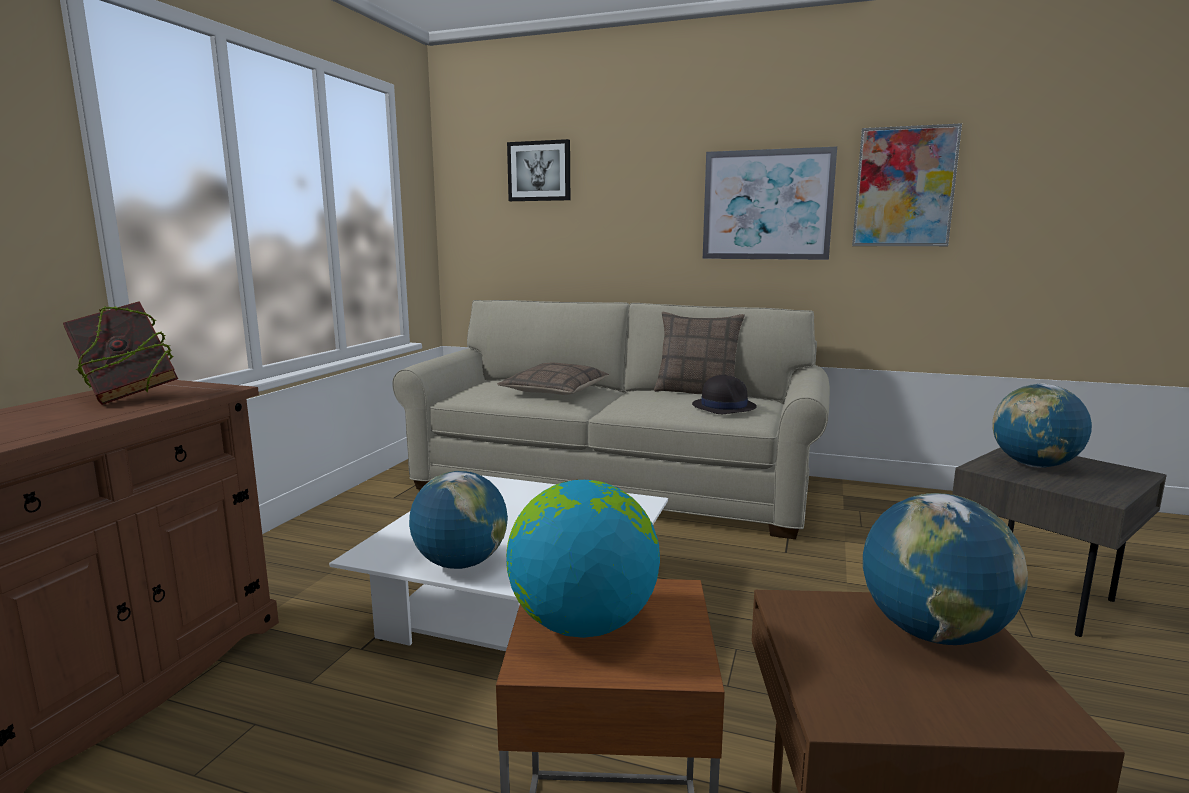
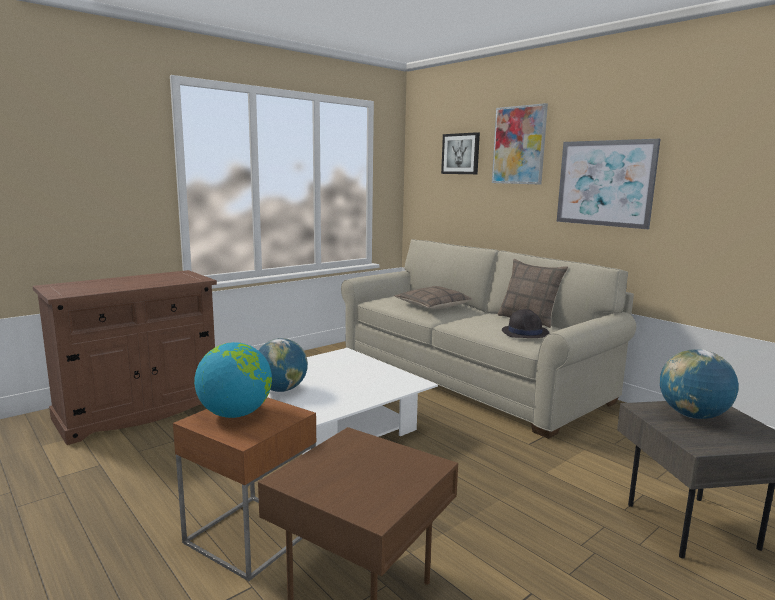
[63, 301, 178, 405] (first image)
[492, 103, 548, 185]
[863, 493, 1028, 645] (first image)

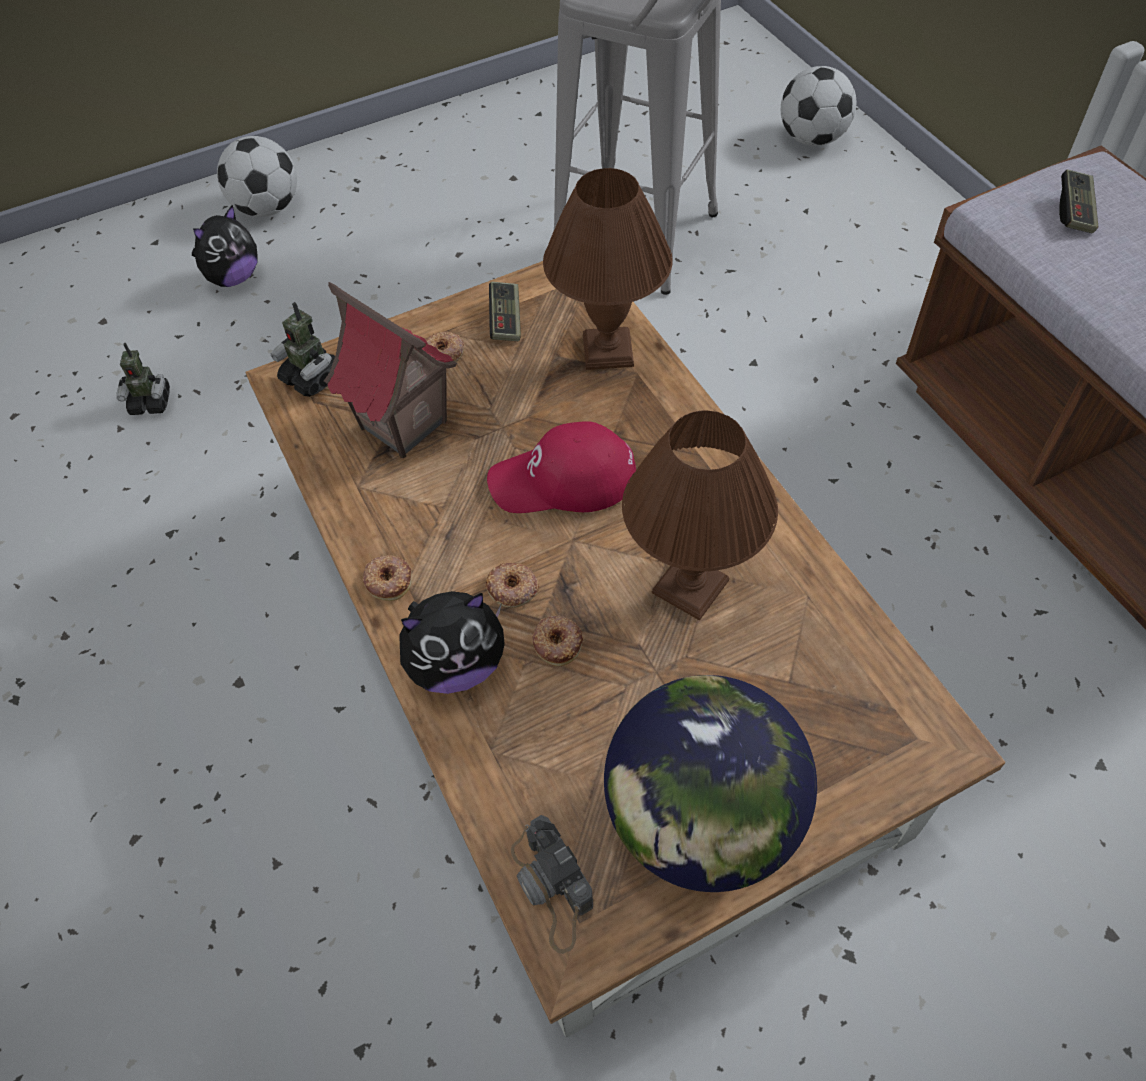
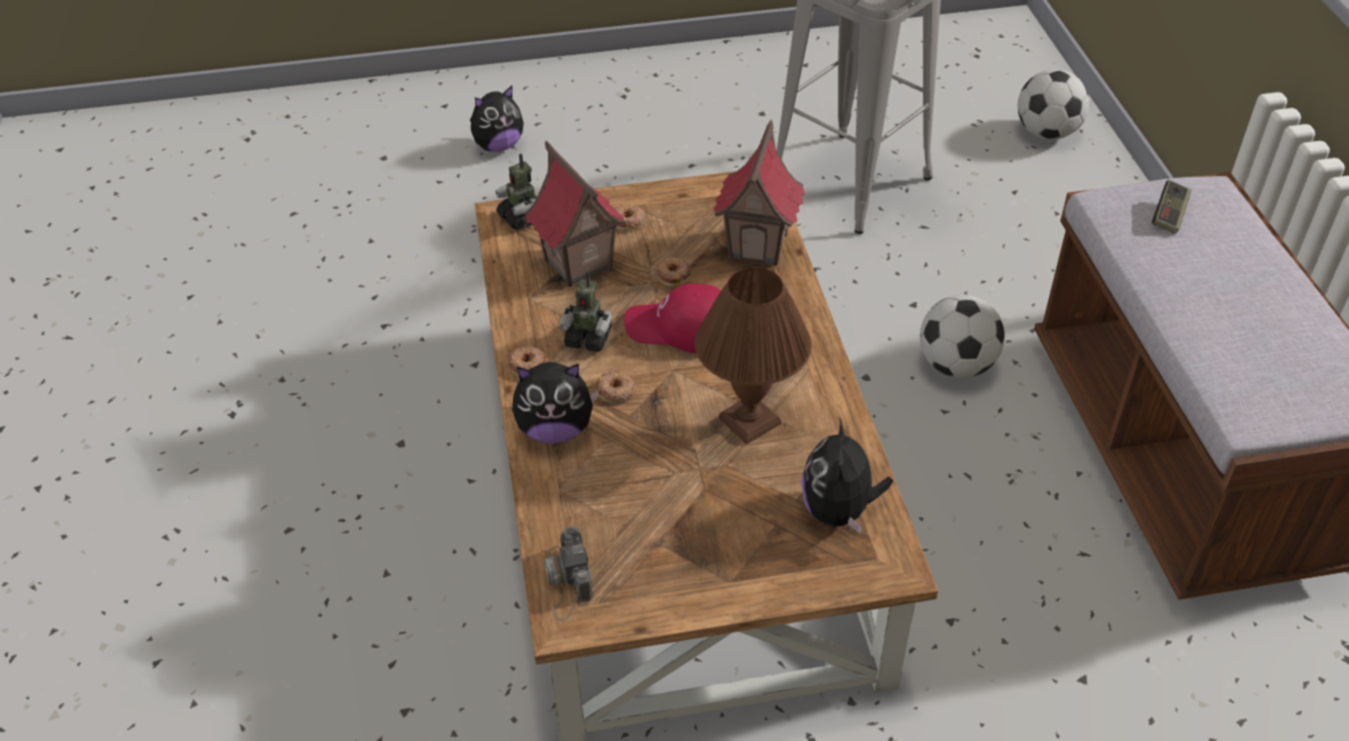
[559, 271, 612, 352]
[920, 295, 1005, 378]
[489, 282, 521, 341] (first image)
[657, 257, 692, 287]
[714, 120, 805, 266]
[604, 675, 817, 892] (first image)
[801, 417, 893, 533]

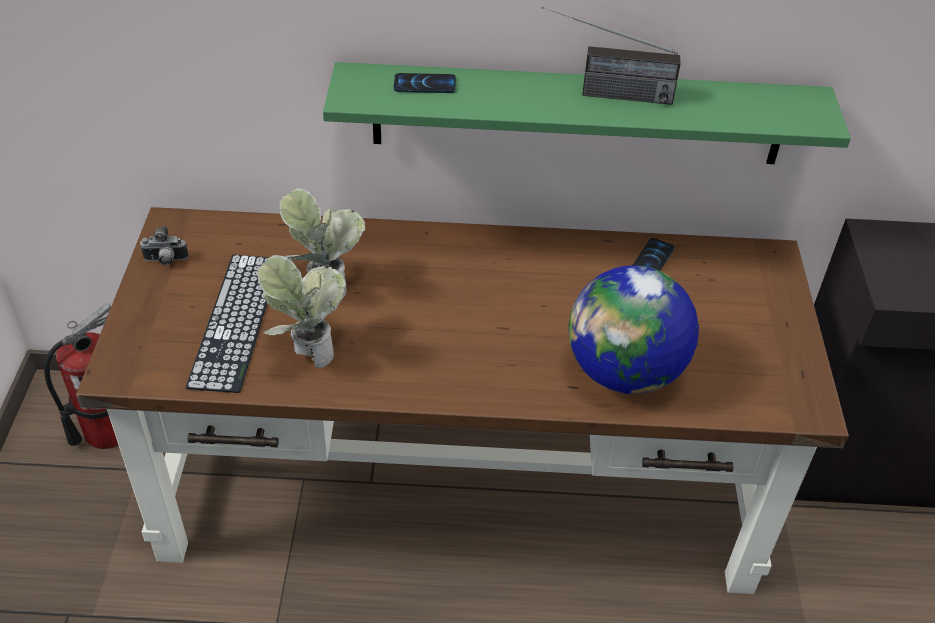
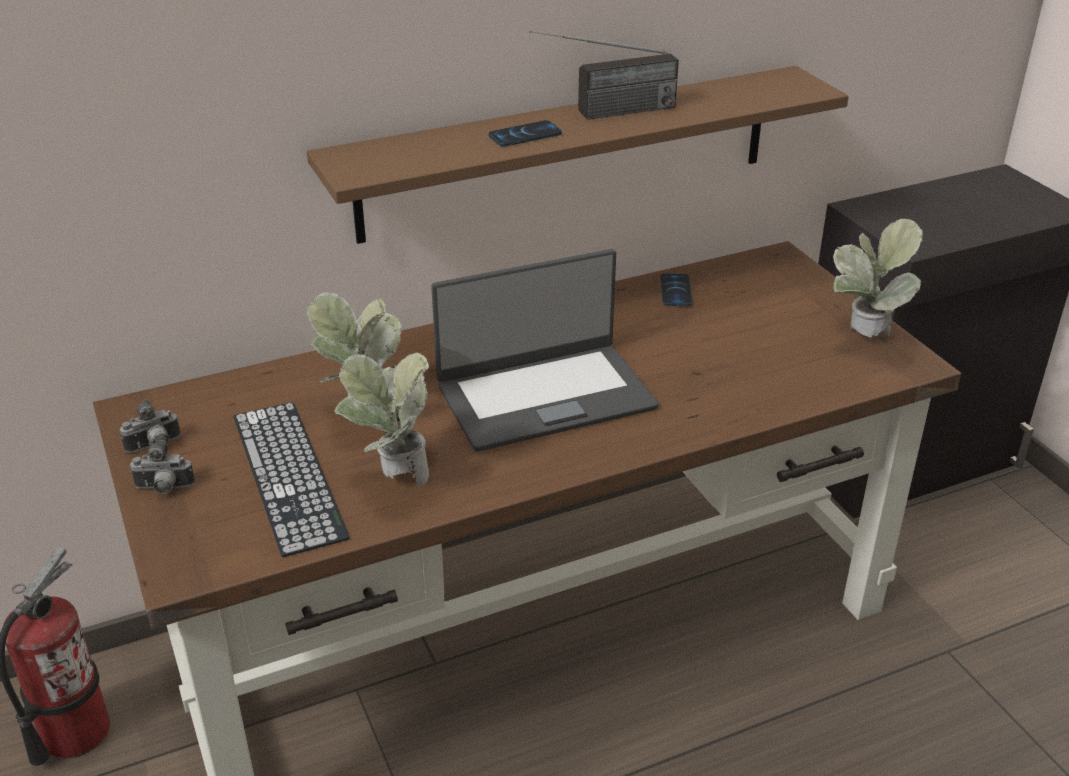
[307, 66, 849, 244]
[488, 120, 562, 147]
[569, 265, 699, 394] (first image)
[130, 440, 195, 494]
[431, 249, 658, 452]
[833, 218, 923, 337]

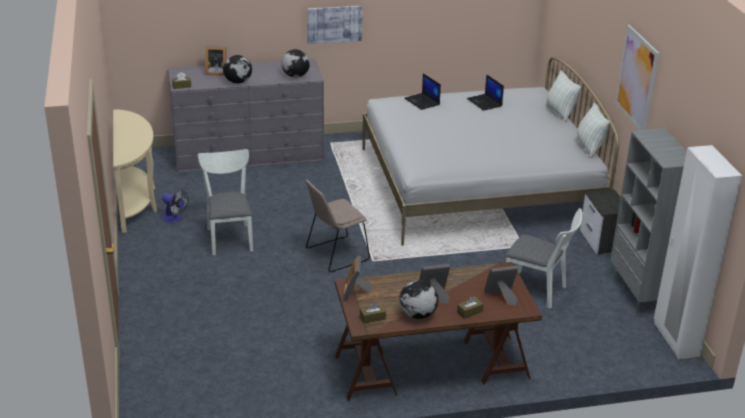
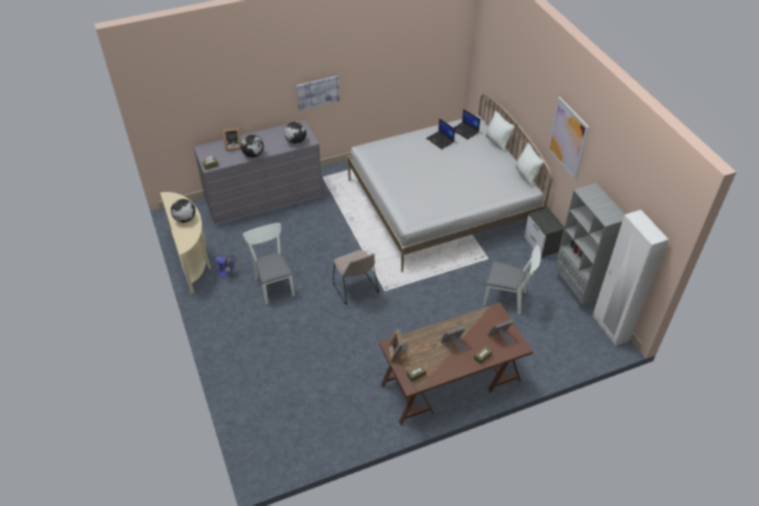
[333, 250, 379, 305]
[171, 199, 195, 223]
[454, 109, 480, 140]

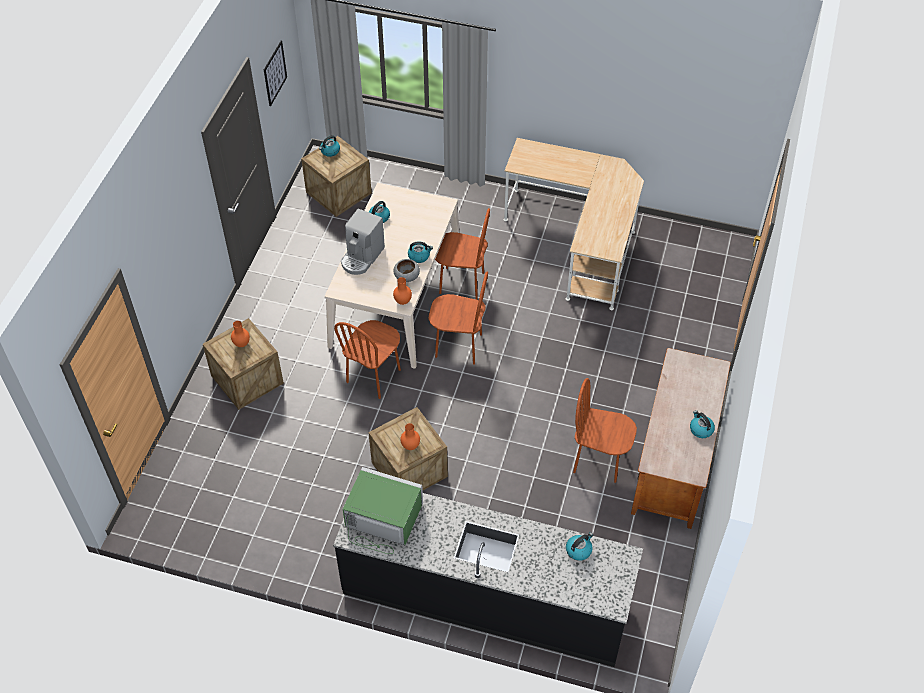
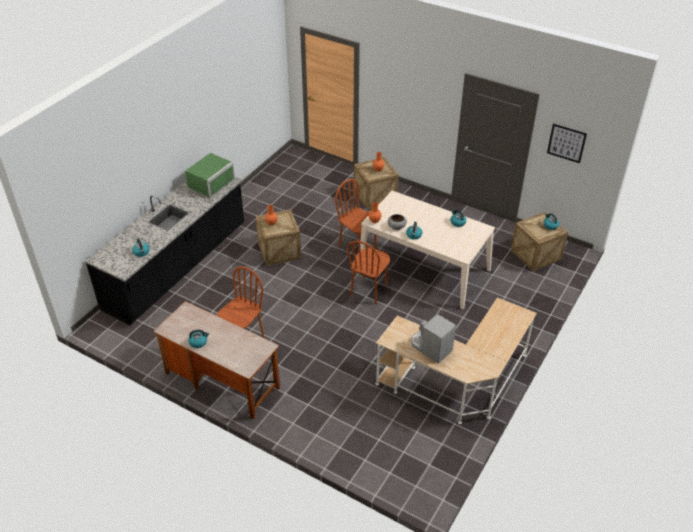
[411, 315, 456, 364]
[435, 208, 490, 300] (first image)

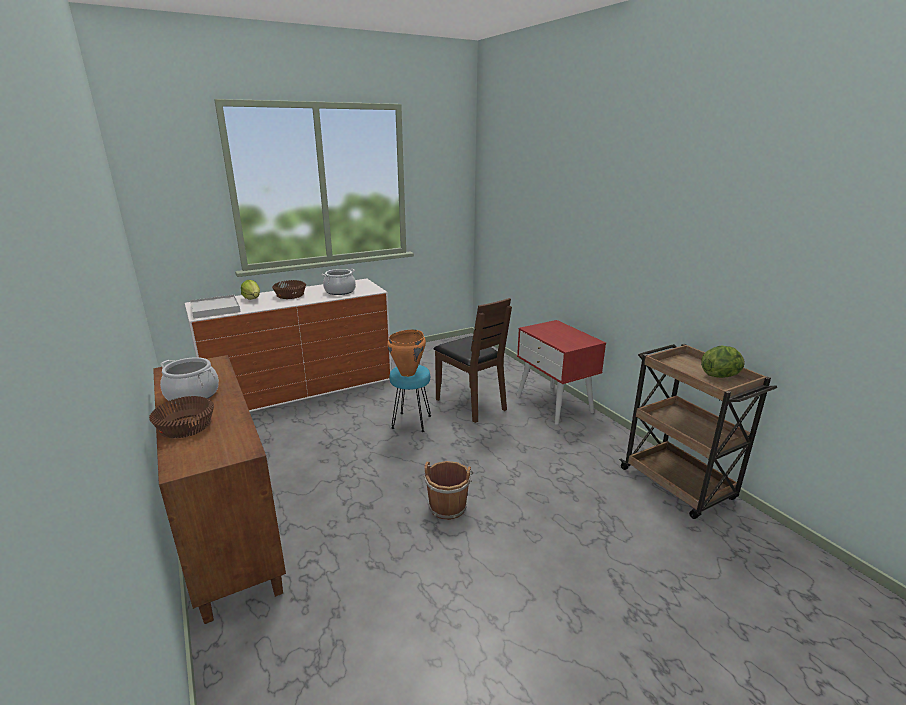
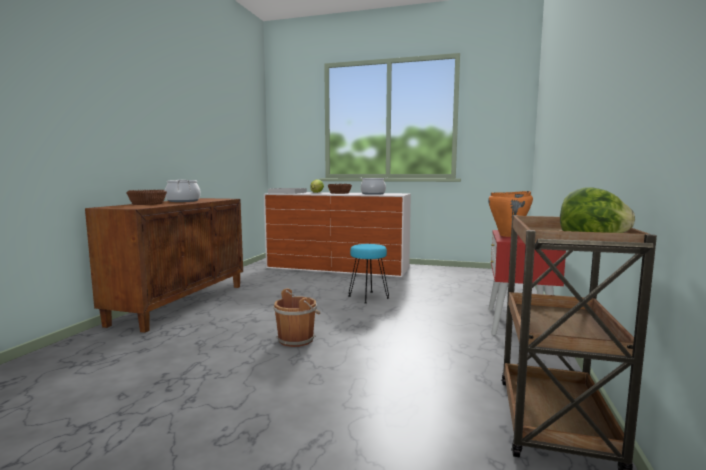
[488, 191, 533, 237]
[434, 298, 512, 423] (first image)

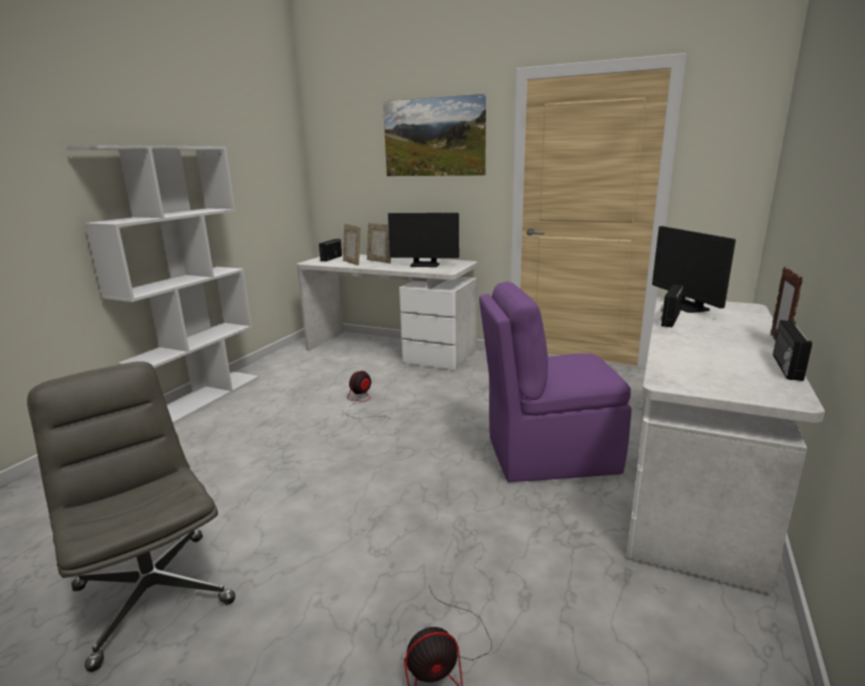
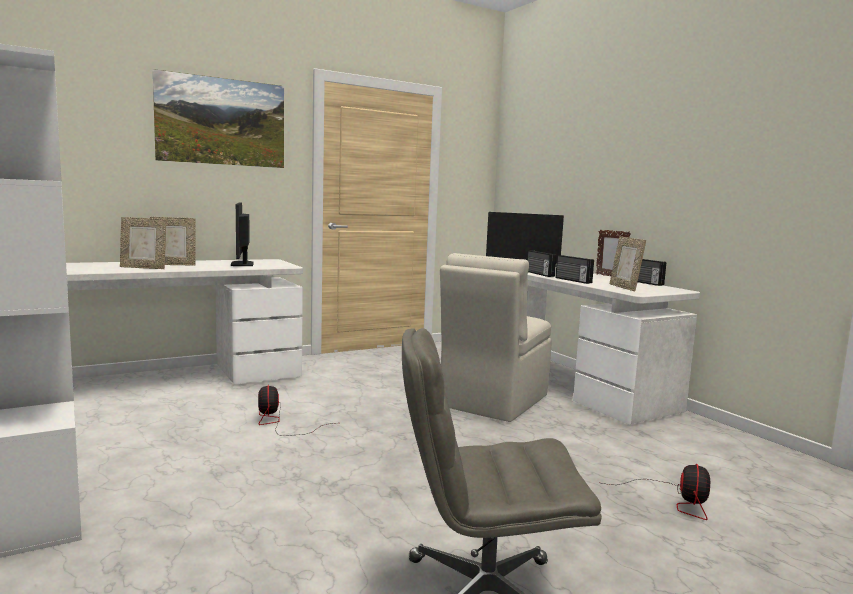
[555, 255, 594, 284]
[231, 202, 254, 266]
[440, 253, 552, 422]
[610, 236, 646, 291]

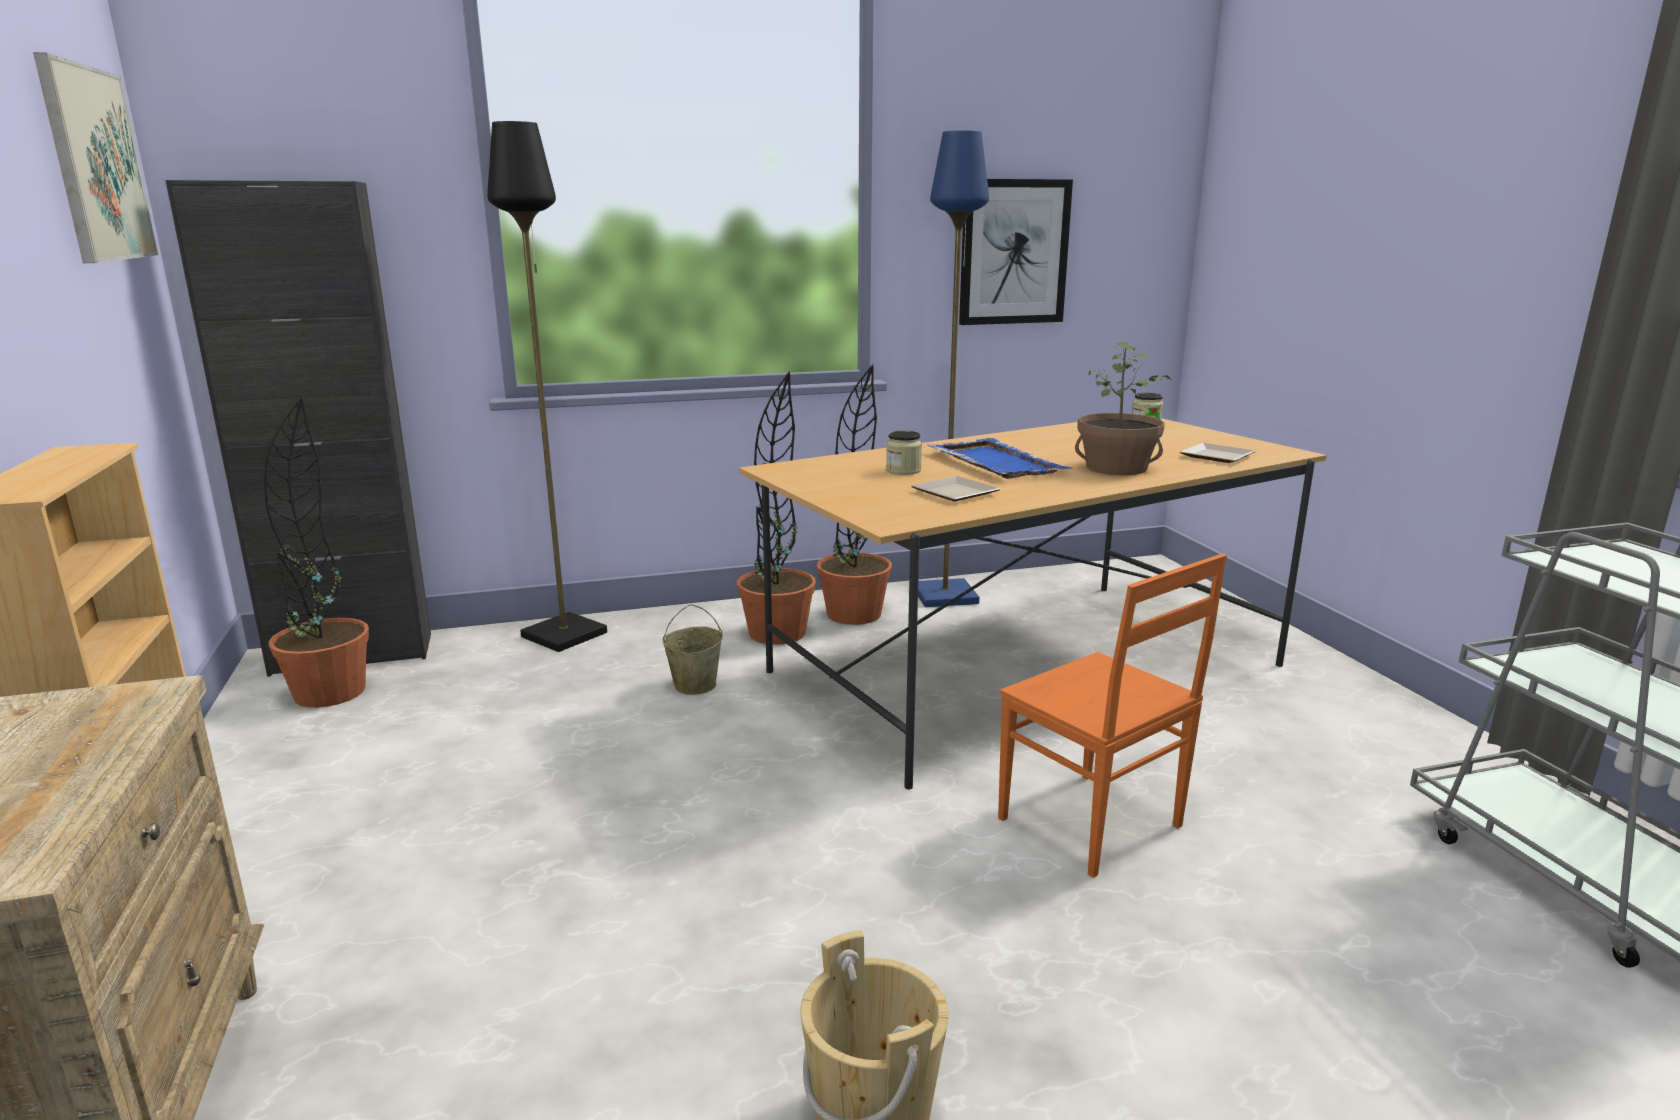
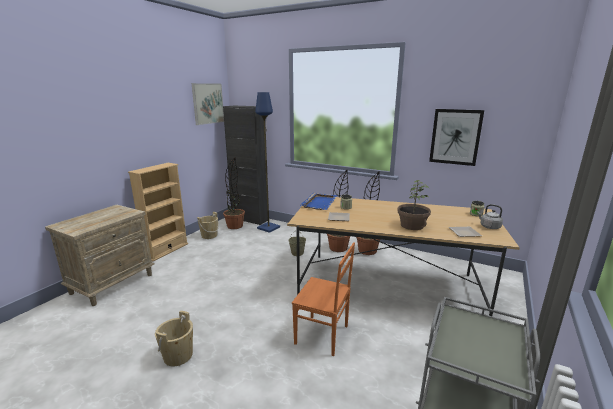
[487, 121, 607, 652] (first image)
[255, 92, 280, 233]
[300, 193, 337, 210]
[292, 242, 355, 356]
[197, 212, 219, 239]
[477, 204, 503, 229]

